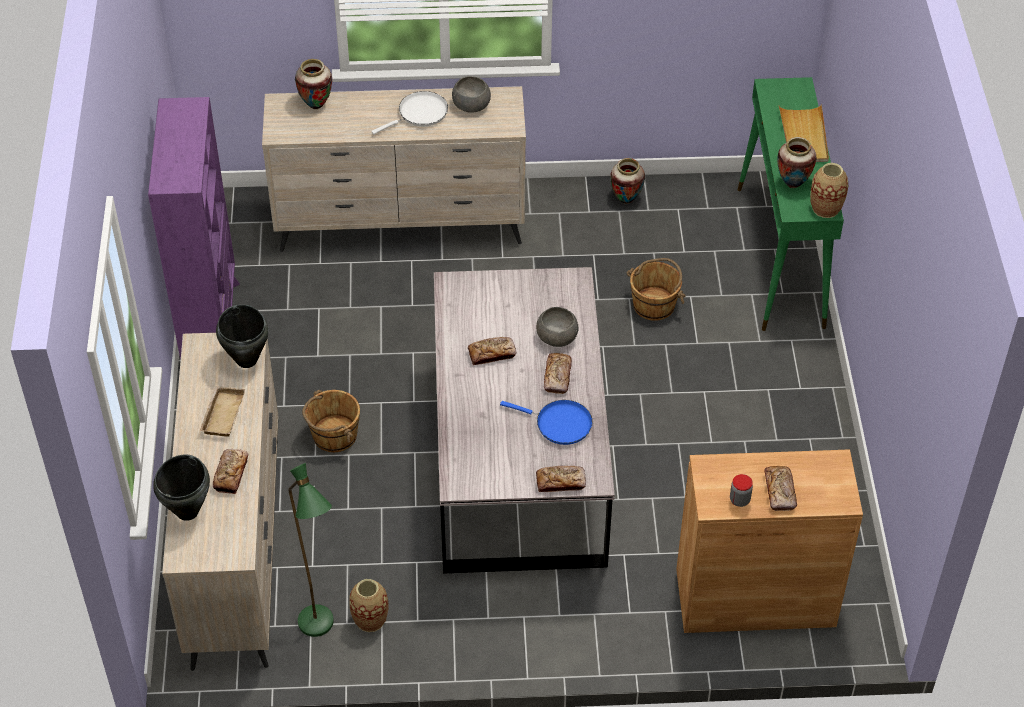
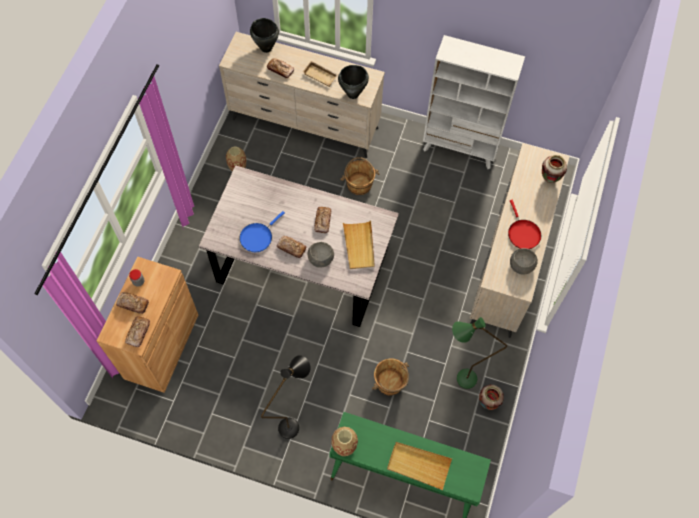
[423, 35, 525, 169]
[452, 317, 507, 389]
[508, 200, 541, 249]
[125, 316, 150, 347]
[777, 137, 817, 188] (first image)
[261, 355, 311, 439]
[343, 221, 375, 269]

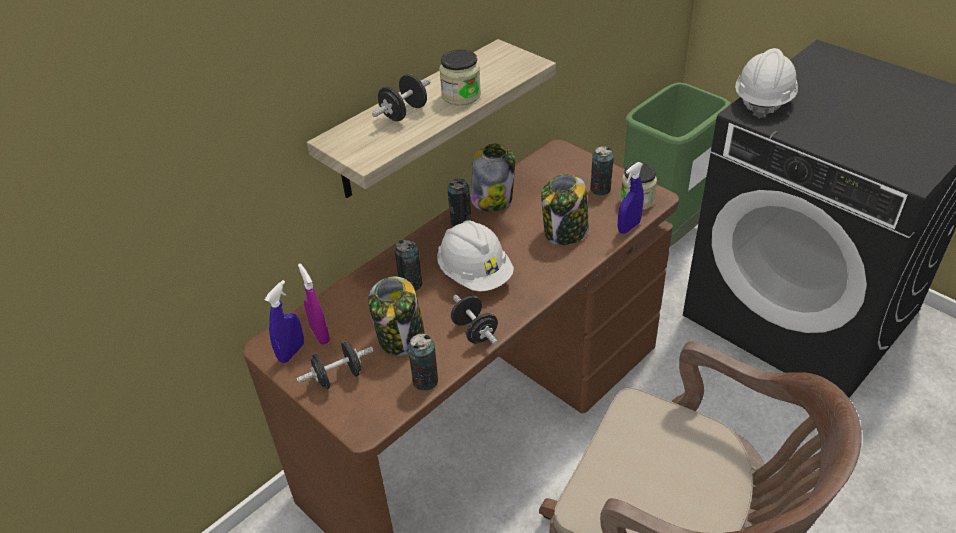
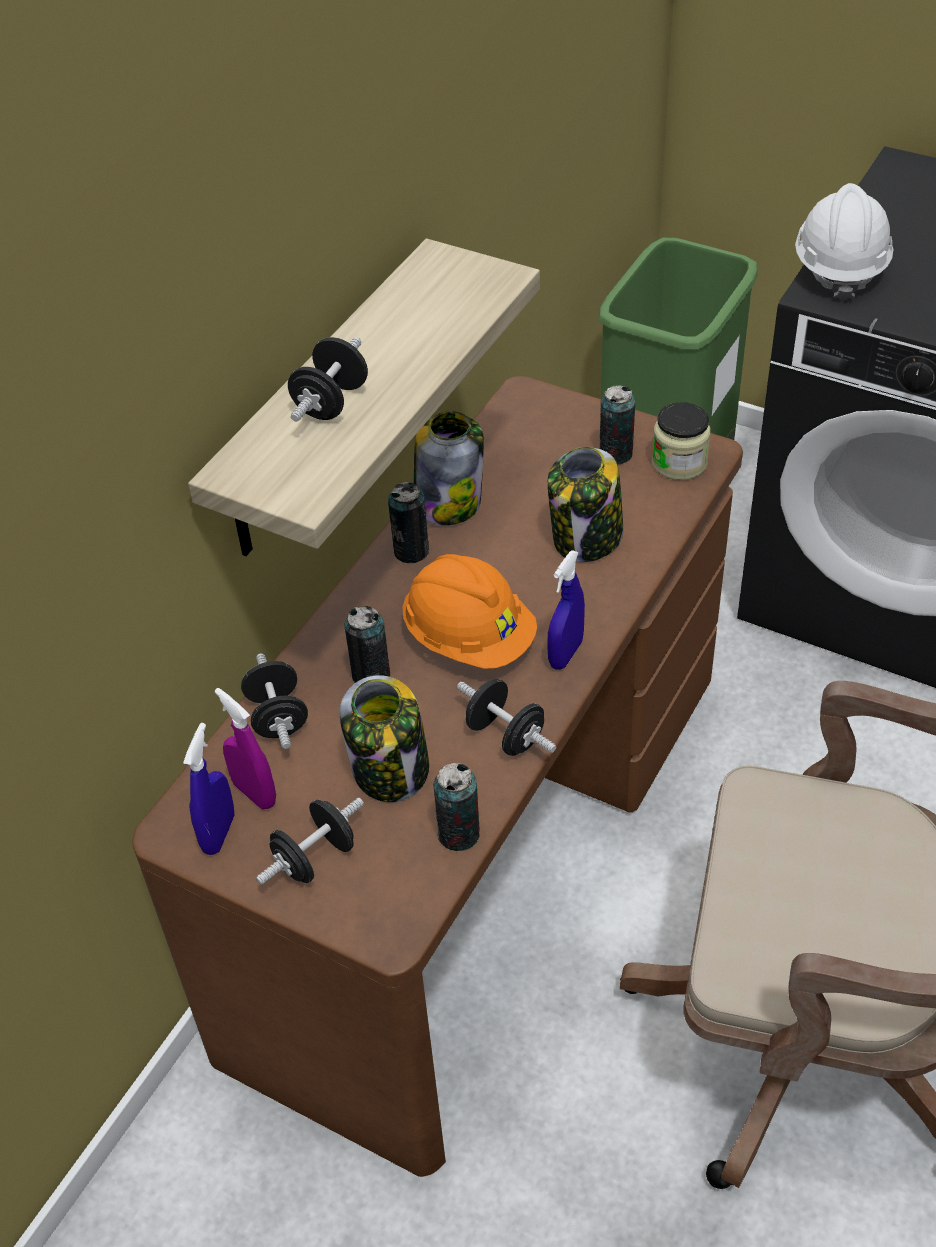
[402, 554, 537, 669]
[439, 49, 481, 105] (first image)
[547, 550, 585, 670]
[241, 653, 308, 749]

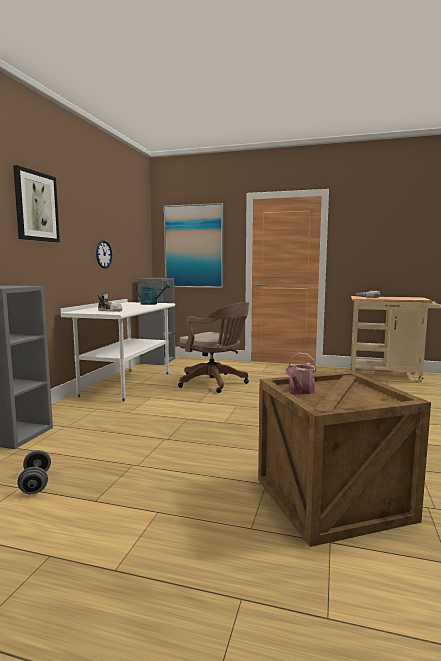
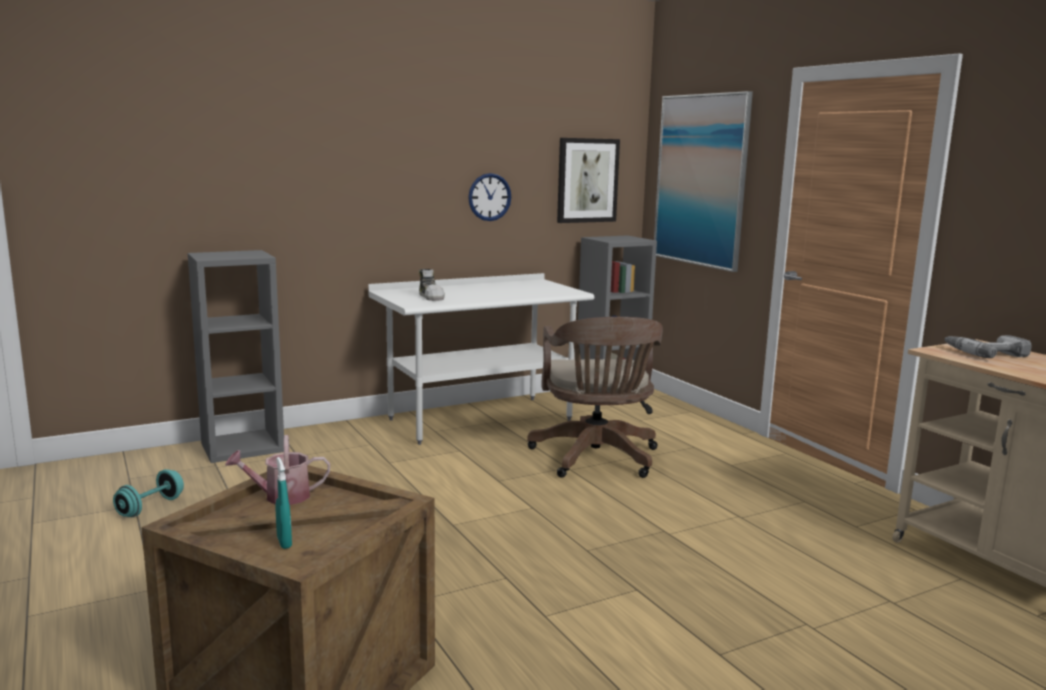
[557, 138, 620, 223]
[113, 469, 184, 517]
[136, 282, 171, 305] (first image)
[276, 457, 292, 549]

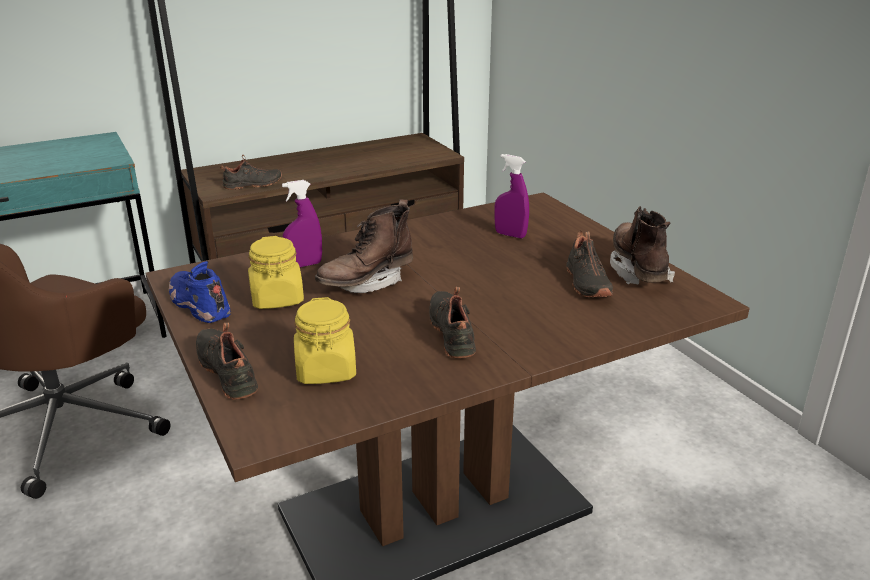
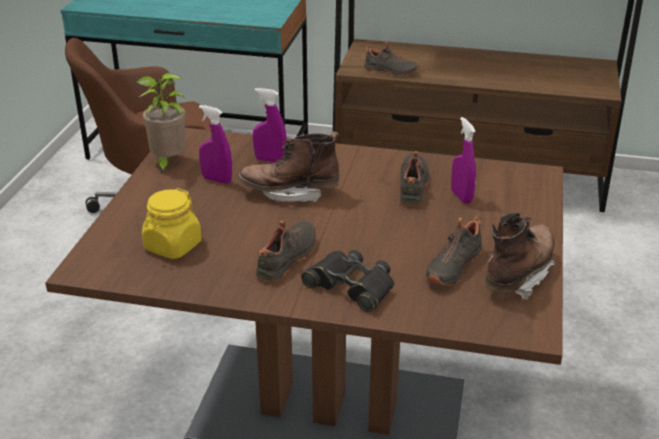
[136, 73, 186, 174]
[399, 151, 430, 206]
[199, 105, 232, 184]
[301, 250, 394, 312]

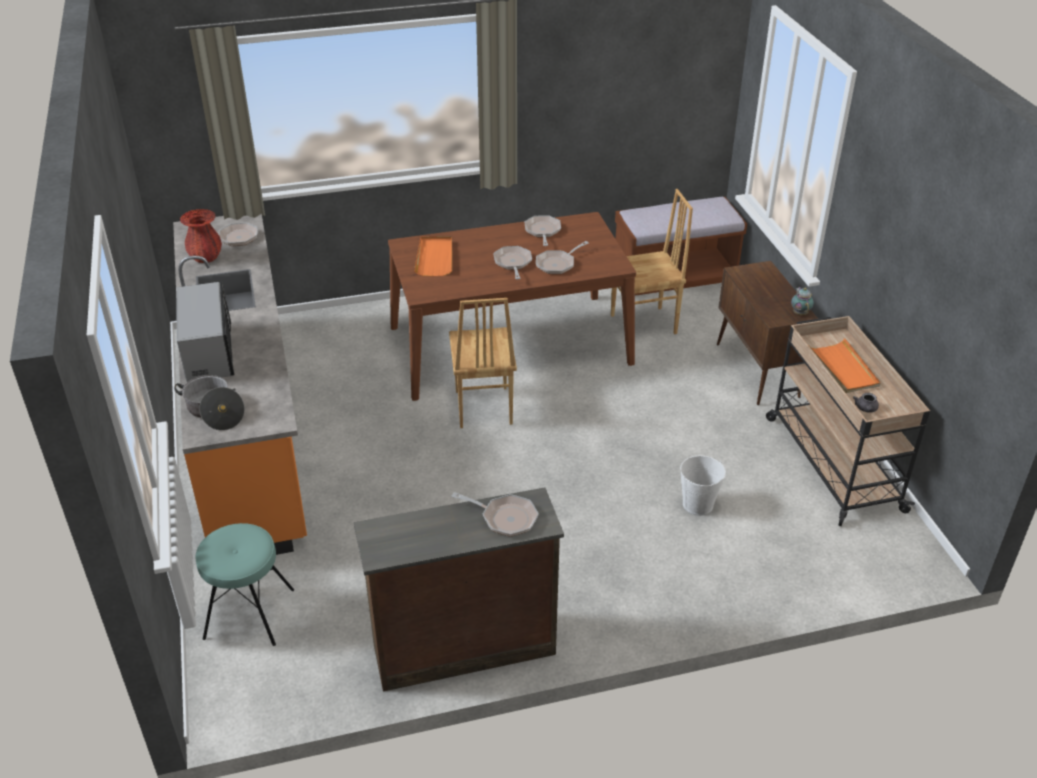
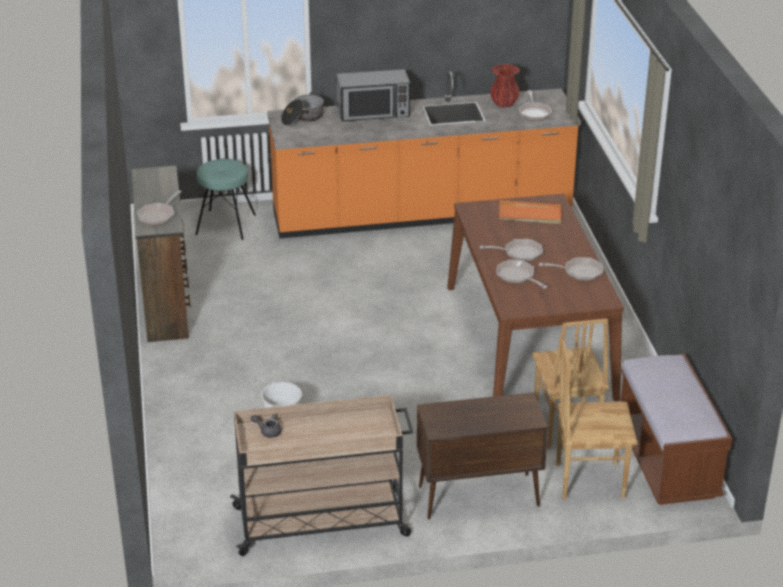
[556, 339, 638, 500]
[791, 287, 814, 315] (first image)
[809, 338, 881, 393] (first image)

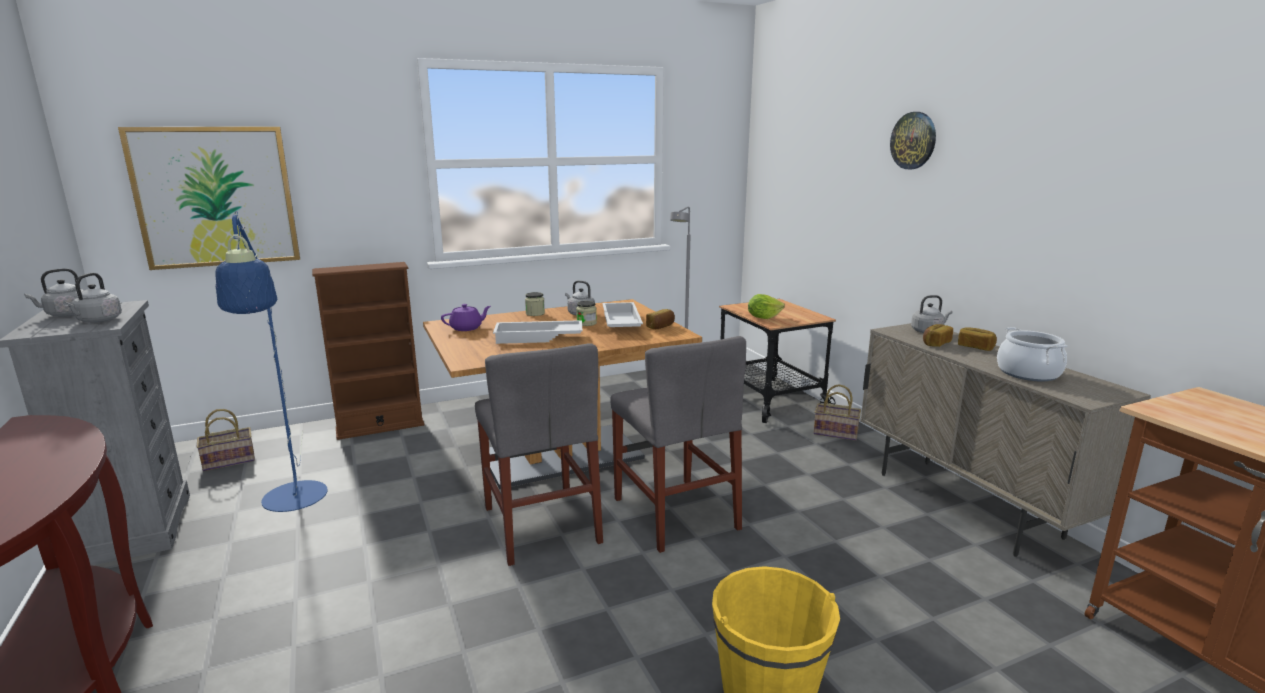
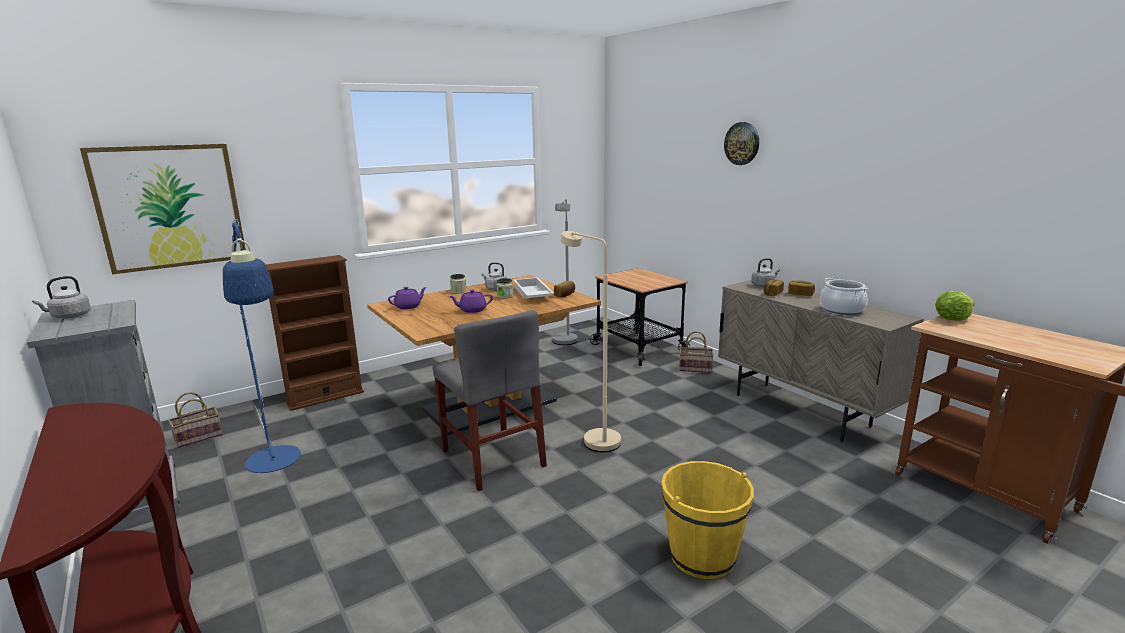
[63, 273, 122, 323] (first image)
[449, 290, 493, 313]
[561, 231, 621, 452]
[935, 291, 975, 321]

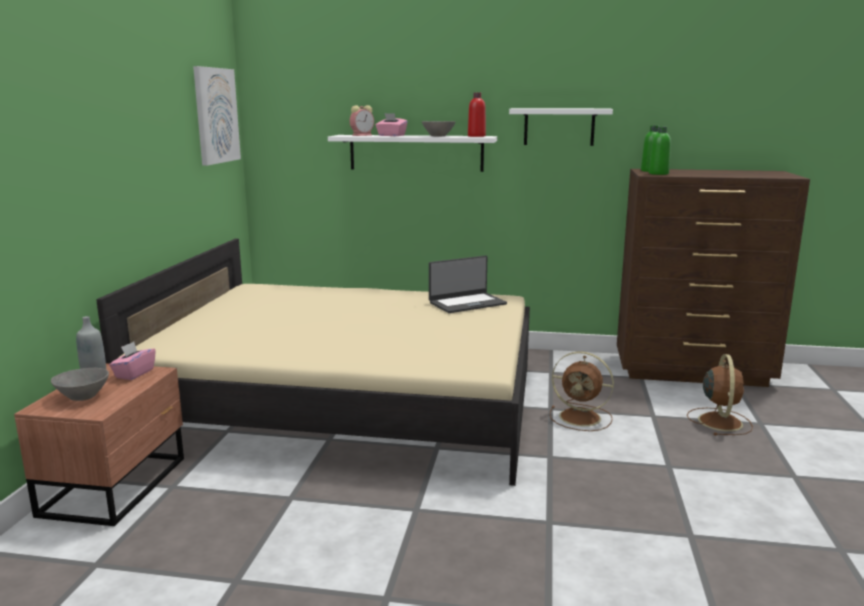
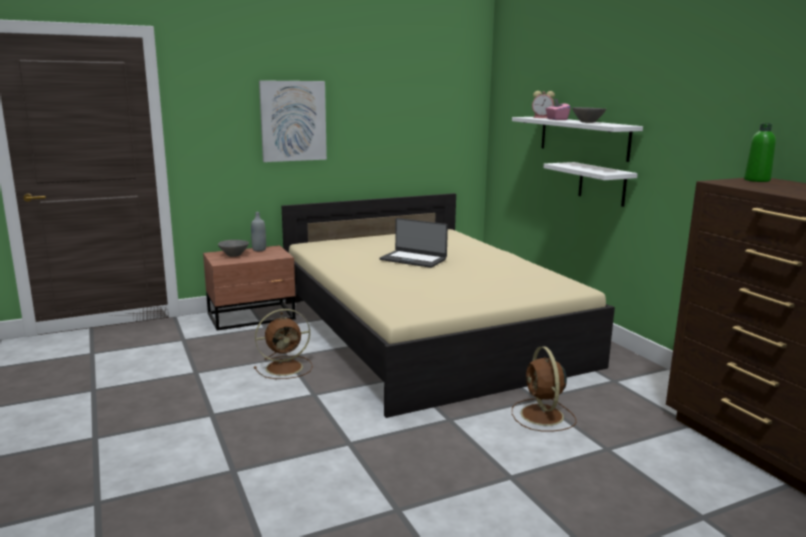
[109, 341, 156, 380] (first image)
[259, 80, 327, 162]
[379, 218, 448, 268]
[468, 92, 486, 137] (first image)
[543, 162, 638, 207]
[649, 127, 671, 175] (first image)
[254, 309, 313, 379]

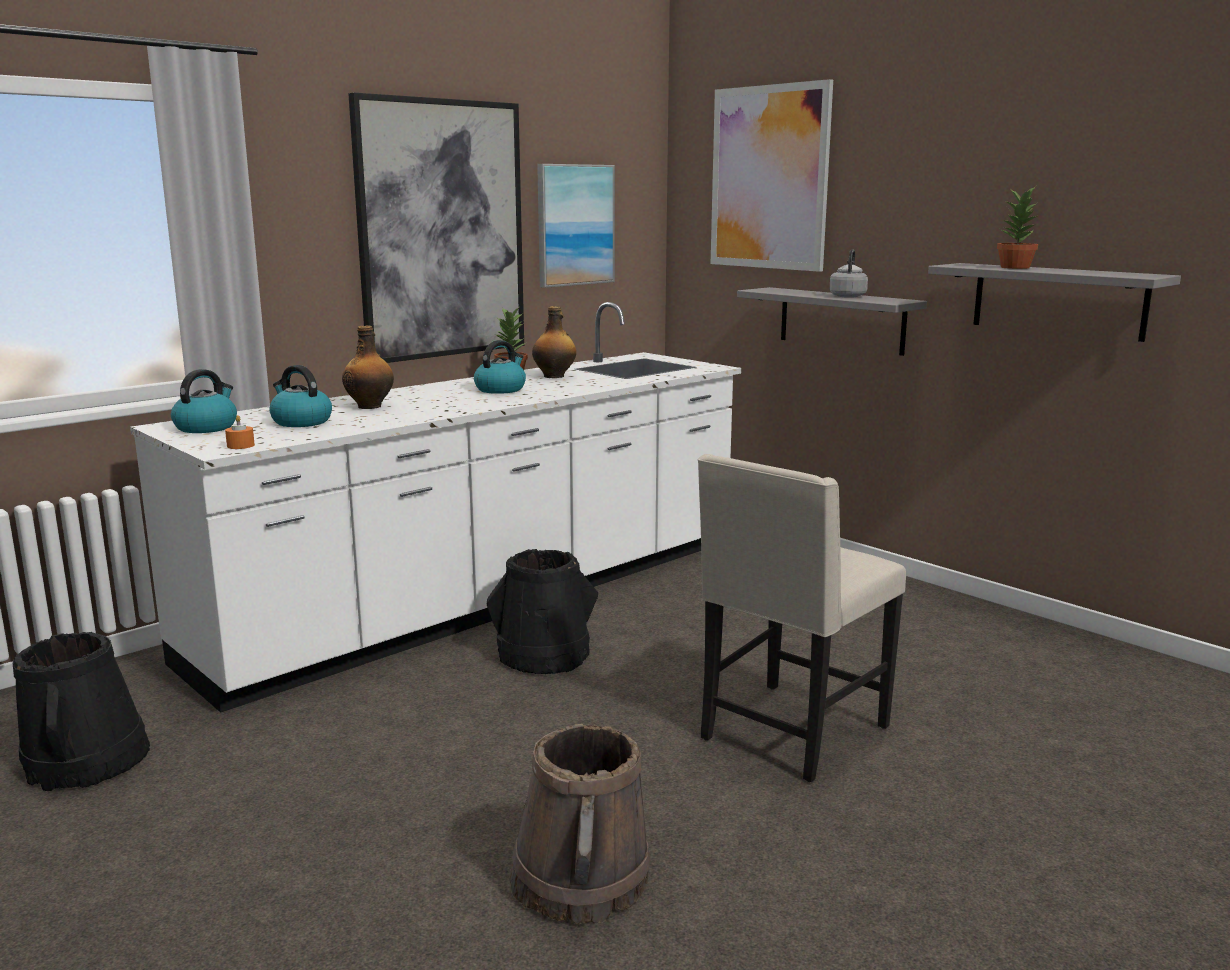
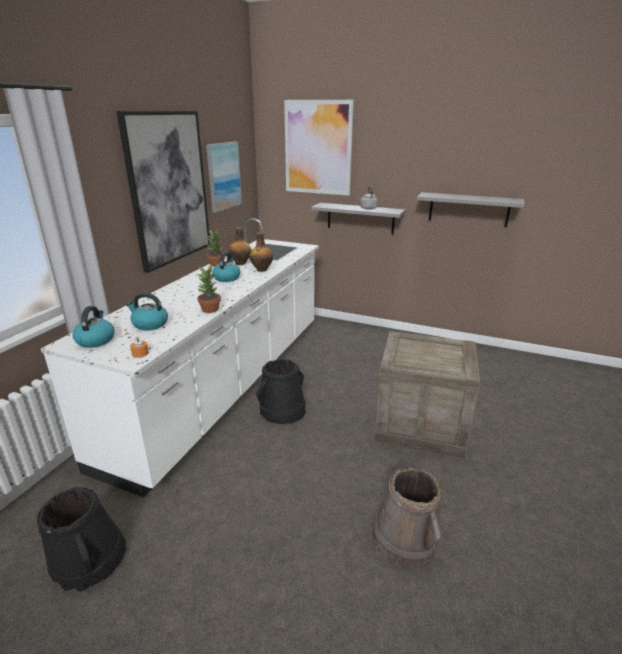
[249, 232, 273, 272]
[374, 331, 480, 459]
[197, 265, 221, 313]

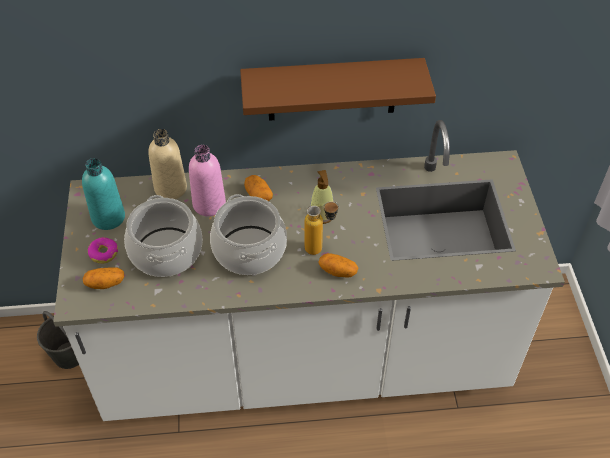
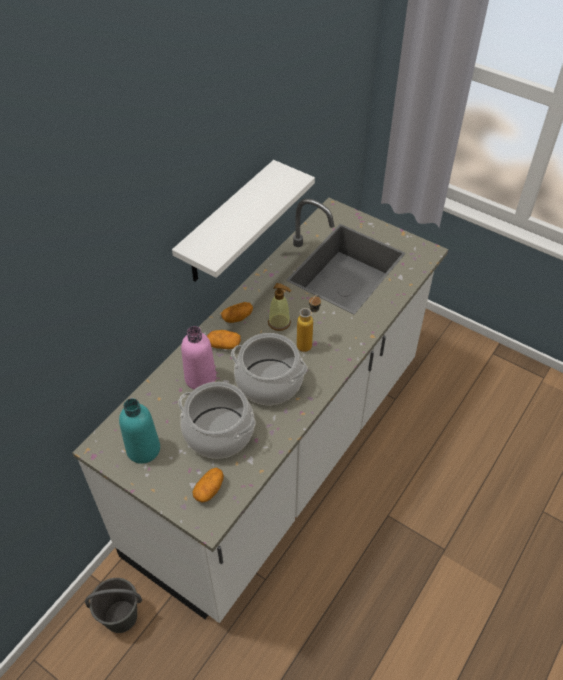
[88, 237, 118, 264] (first image)
[148, 129, 187, 199] (first image)
[172, 160, 315, 282]
[221, 302, 253, 323]

